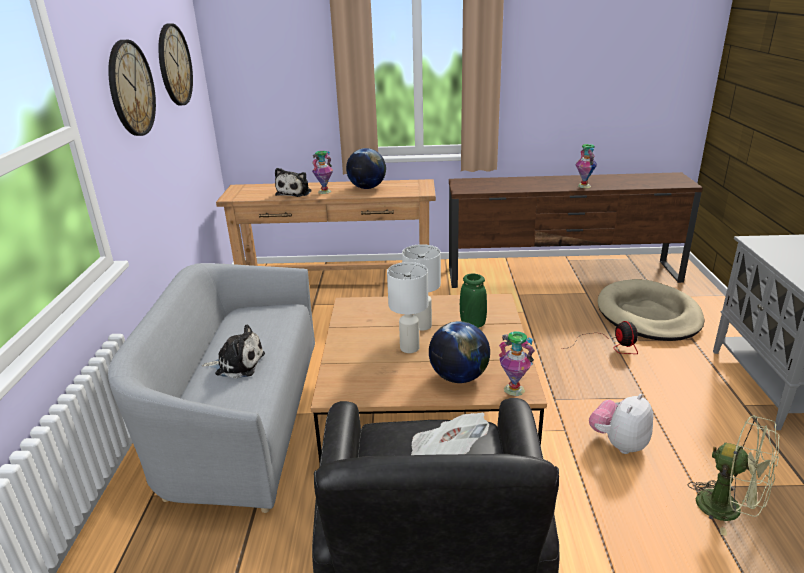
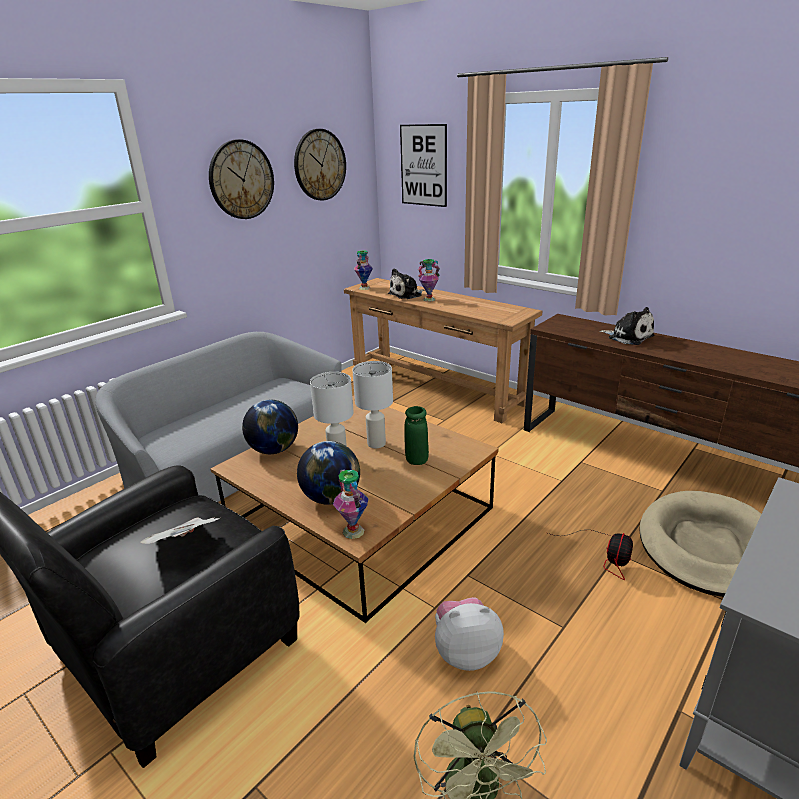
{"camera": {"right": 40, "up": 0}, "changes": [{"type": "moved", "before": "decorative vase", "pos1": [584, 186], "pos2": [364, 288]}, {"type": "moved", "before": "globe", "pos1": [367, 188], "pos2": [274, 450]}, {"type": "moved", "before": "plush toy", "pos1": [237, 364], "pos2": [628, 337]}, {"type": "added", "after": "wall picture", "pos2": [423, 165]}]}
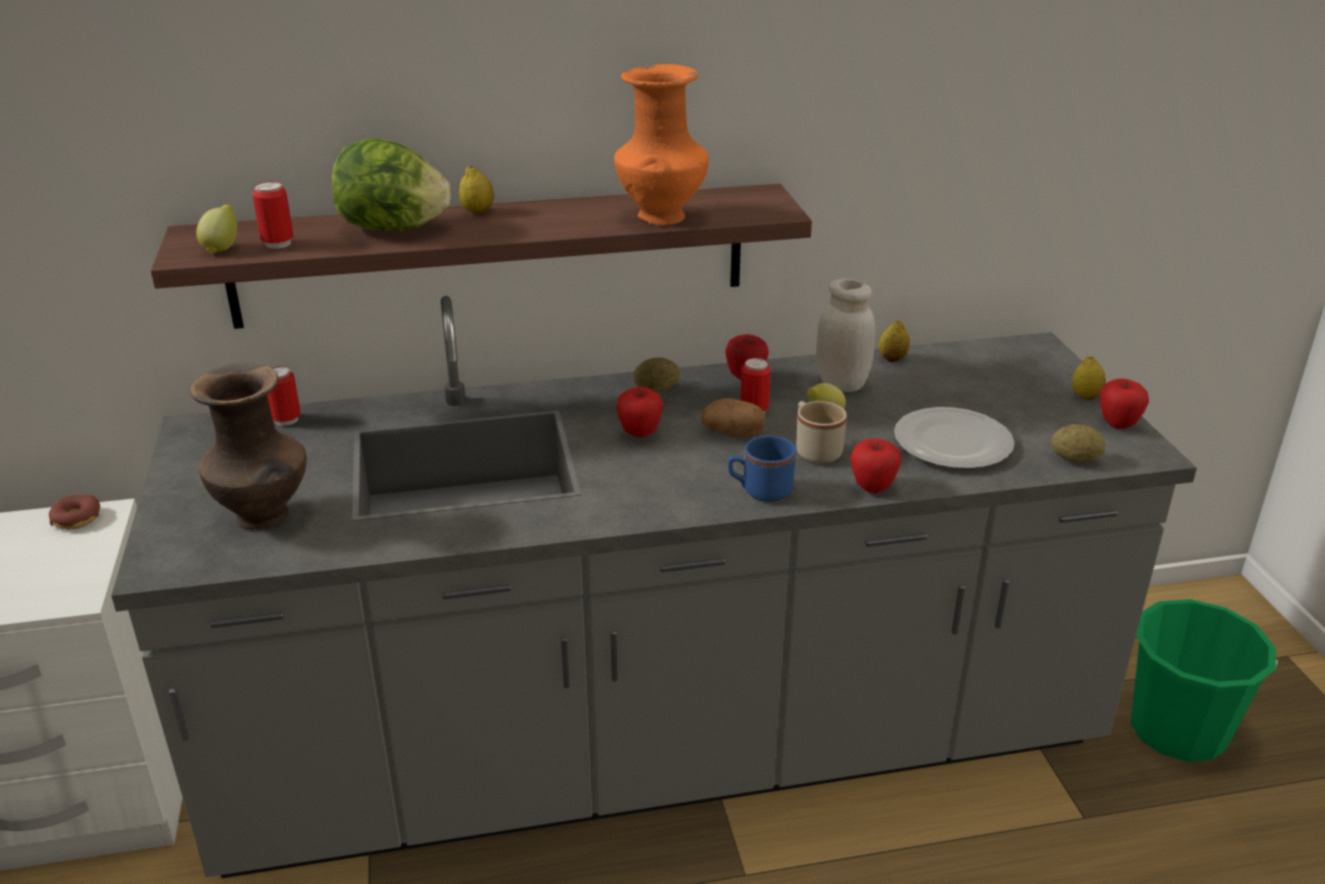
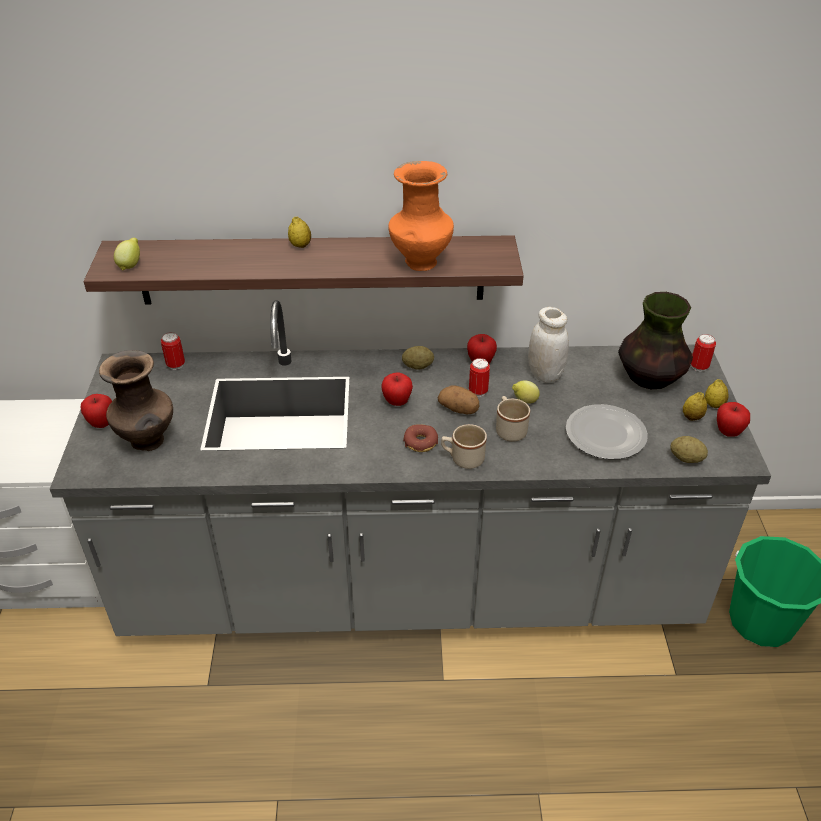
{"camera": {"right": 10, "up": 10}, "changes": [{"type": "removed", "before": "head of lettuce", "pos1": [393, 229]}, {"type": "moved", "before": "sealed can", "pos1": [278, 243], "pos2": [699, 367]}, {"type": "moved", "before": "citrus fruit", "pos1": [892, 359], "pos2": [692, 417]}, {"type": "recoloured", "before": "mug/blue", "after": "mug/sand-coloured", "pos1": [759, 491], "pos2": [462, 459]}, {"type": "moved", "before": "apple fruit", "pos1": [872, 487], "pos2": [102, 423]}, {"type": "moved", "before": "ring doughnut", "pos1": [77, 518], "pos2": [421, 442]}, {"type": "added", "after": "decorative vase", "pos2": [649, 378]}]}
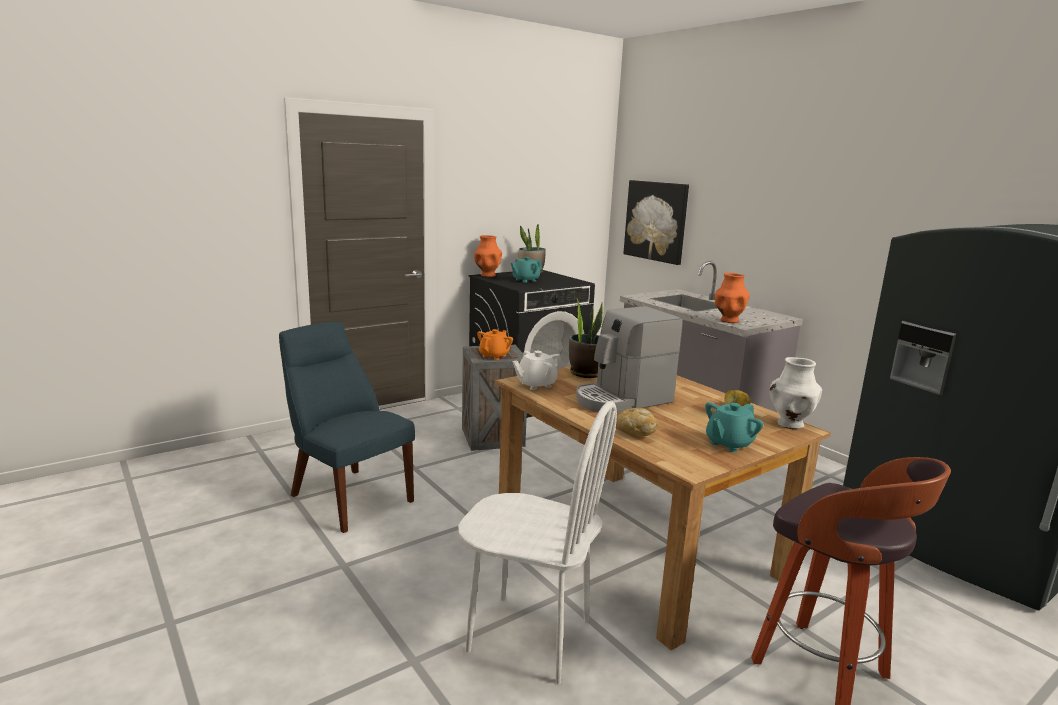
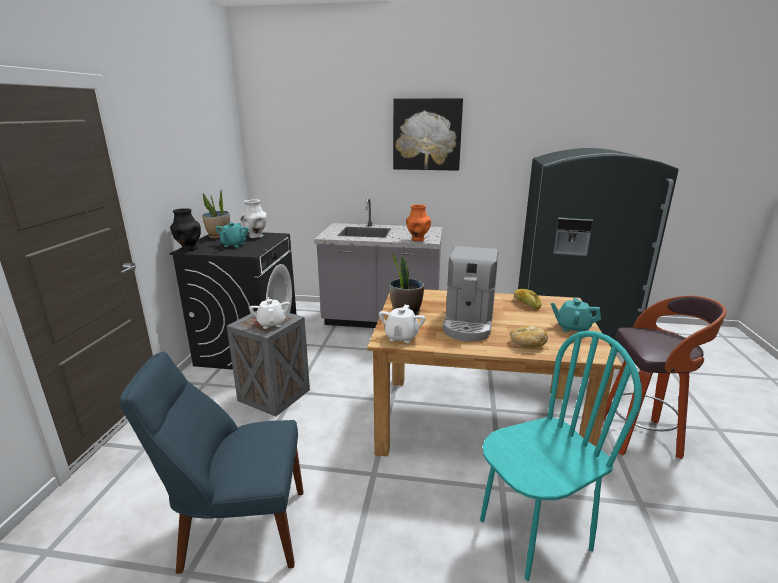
{"camera": {"right": -45, "up": 5}, "changes": [{"type": "moved", "before": "wall picture", "pos1": [656, 221], "pos2": [427, 134]}, {"type": "recoloured", "before": "decorative vase/orange-coloured", "after": "decorative vase/blackish", "pos1": [487, 275], "pos2": [189, 249]}, {"type": "recoloured", "before": "teapot/orange-coloured", "after": "teapot/white-coloured", "pos1": [494, 356], "pos2": [271, 323]}, {"type": "moved", "before": "decorative vase/white-coloured", "pos1": [790, 424], "pos2": [256, 236]}, {"type": "recoloured", "before": "upright chair/white-coloured", "after": "upright chair/turquoise-coloured", "pos1": [529, 636], "pos2": [534, 533]}, {"type": "turned", "before": "teapot/turquoise-coloured", "pos1": [729, 444], "pos2": [572, 328], "turn": 105}]}
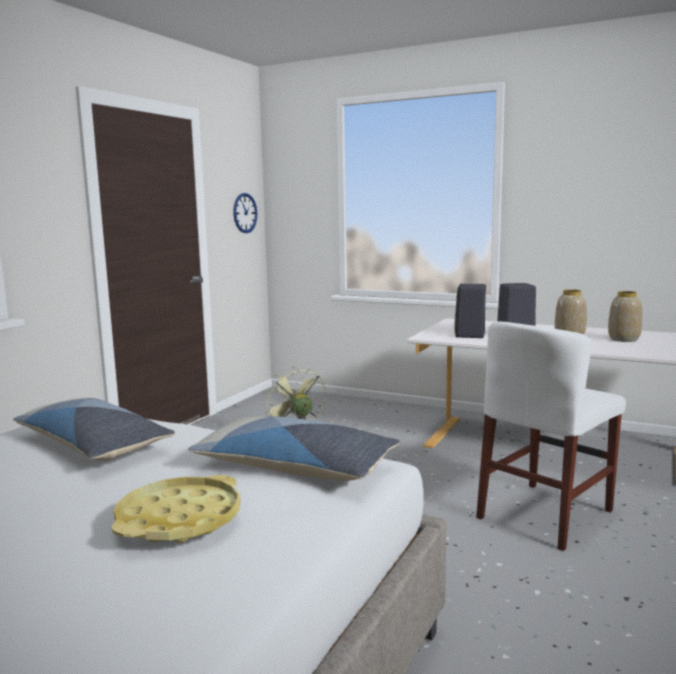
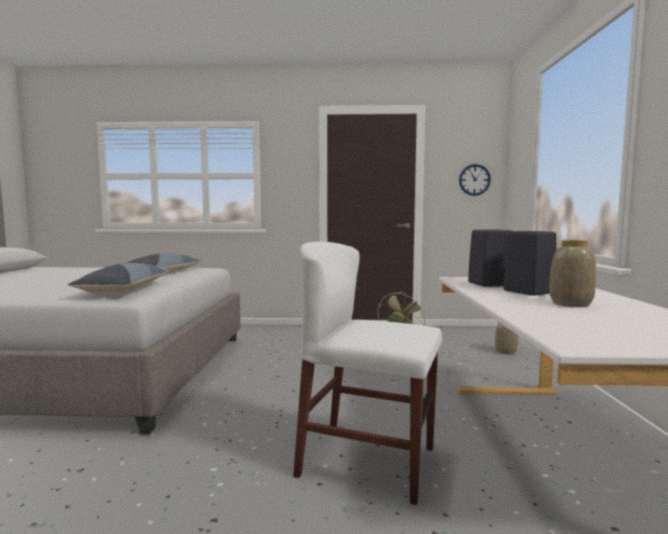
{"camera": {"right": 65, "up": -5}, "changes": [{"type": "moved", "before": "decorative vase", "pos1": [623, 339], "pos2": [505, 351]}, {"type": "removed", "before": "carrying tray/yellow-coloured", "pos1": [180, 519]}]}
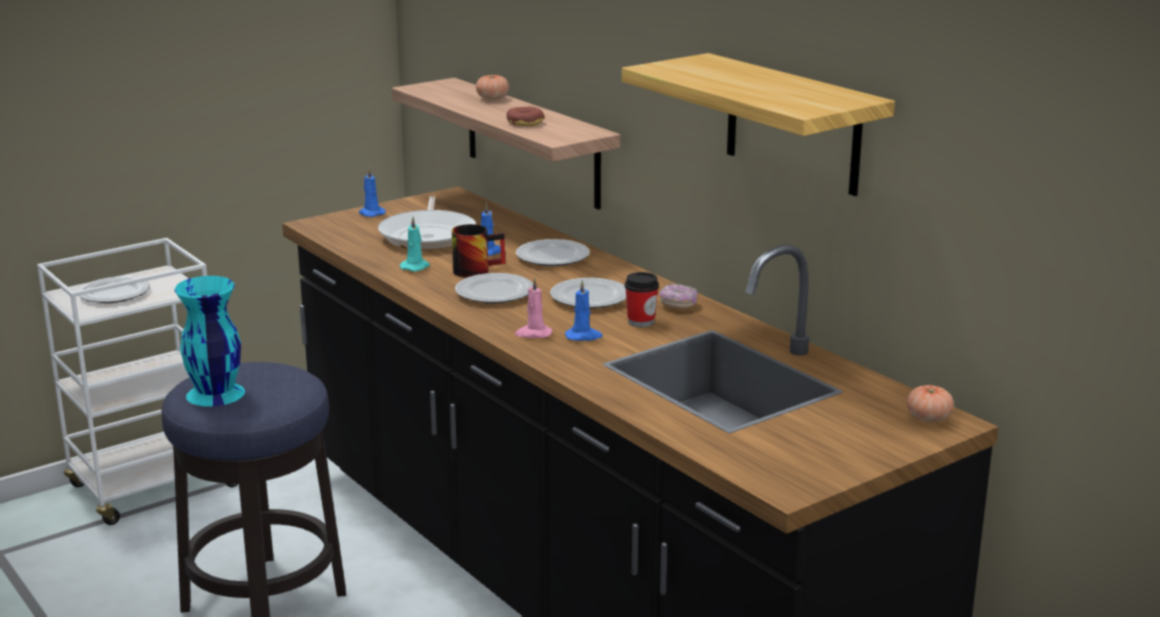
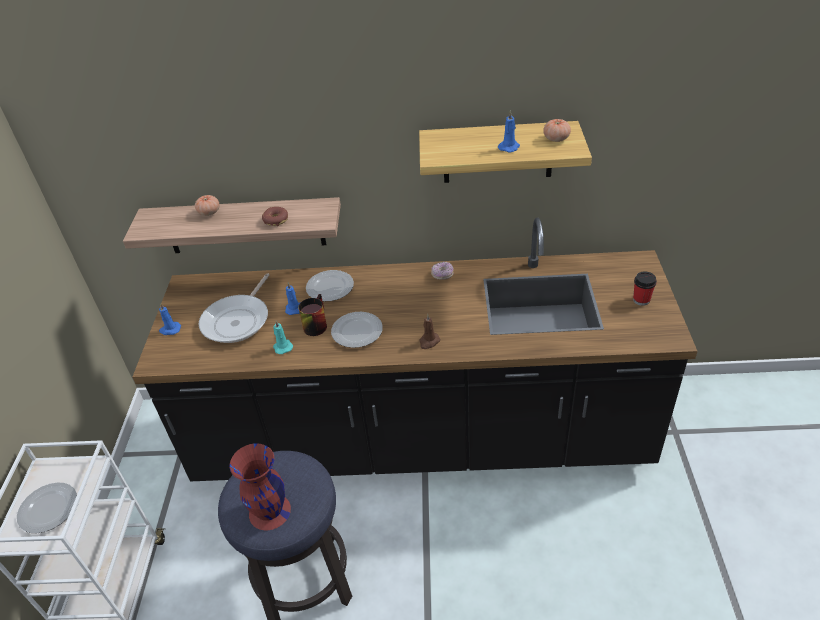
{"camera": {"right": -50, "up": 20}, "changes": [{"type": "turned", "before": "skillet", "pos1": [428, 235], "pos2": [238, 320], "turn": 75}, {"type": "moved", "before": "drinking cup", "pos1": [641, 322], "pos2": [641, 300]}, {"type": "recoloured", "before": "decorative vase/turquoise-coloured", "after": "decorative vase/red-coloured", "pos1": [214, 394], "pos2": [269, 512]}, {"type": "recoloured", "before": "wax light/pink-coloured", "after": "wax light/brown-coloured", "pos1": [533, 334], "pos2": [429, 342]}, {"type": "removed", "before": "plate", "pos1": [590, 298]}, {"type": "moved", "before": "wax light/blue", "pos1": [583, 336], "pos2": [509, 147]}, {"type": "moved", "before": "tomato", "pos1": [928, 418], "pos2": [556, 139]}]}
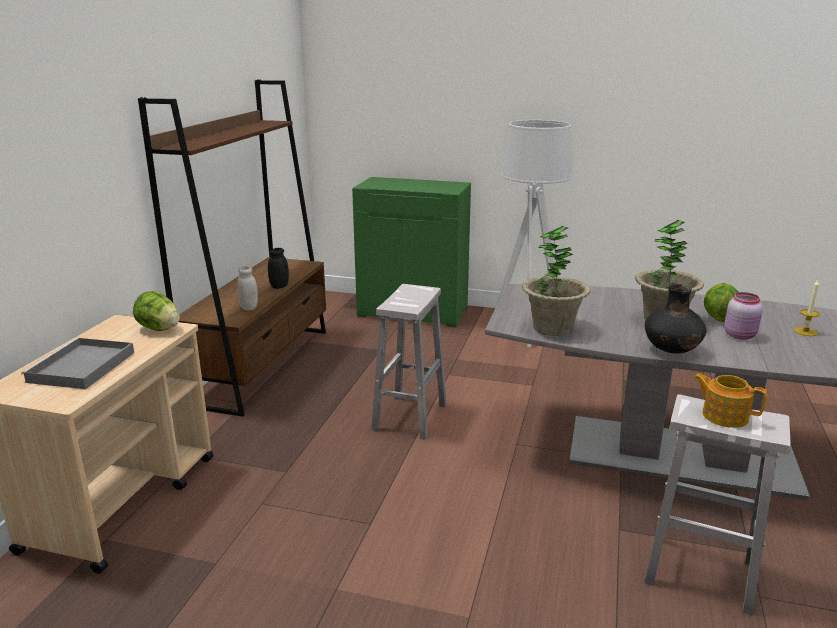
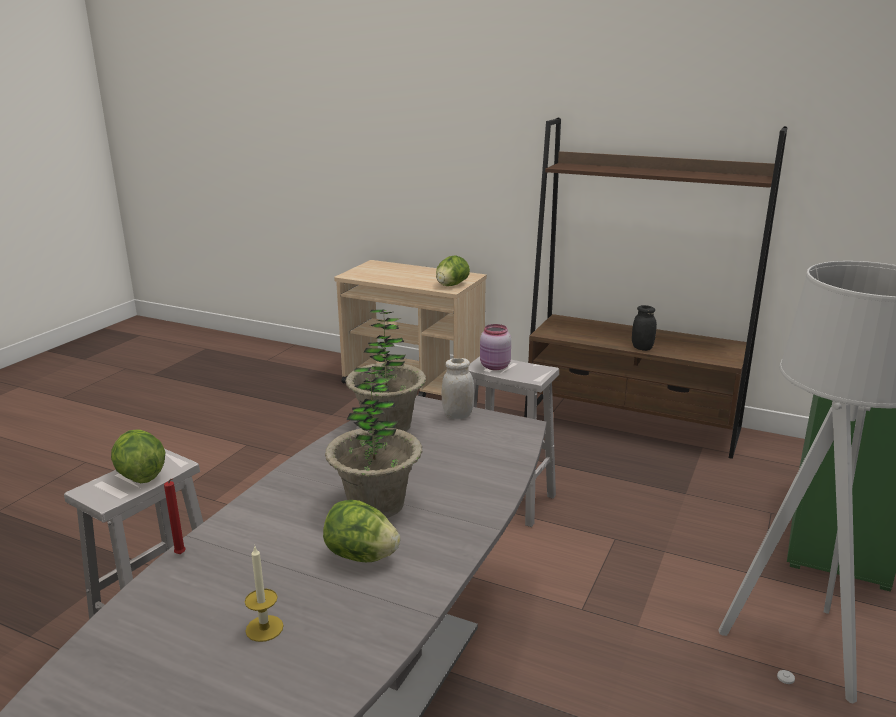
{"camera": {"right": 100, "up": 0}, "changes": [{"type": "moved", "before": "preserve jar/white-coloured", "pos1": [249, 307], "pos2": [457, 415]}, {"type": "removed", "before": "decorative vase/blackish", "pos1": [672, 350]}, {"type": "moved", "before": "preserve jar/pink-coloured", "pos1": [740, 335], "pos2": [495, 367]}, {"type": "removed", "before": "carrying tray/greyish", "pos1": [81, 368]}, {"type": "replaced", "before": "teapot", "after": "head of lettuce", "pos1": [724, 416], "pos2": [140, 476]}, {"type": "added", "after": "wax light/red-coloured", "pos2": [181, 555]}]}
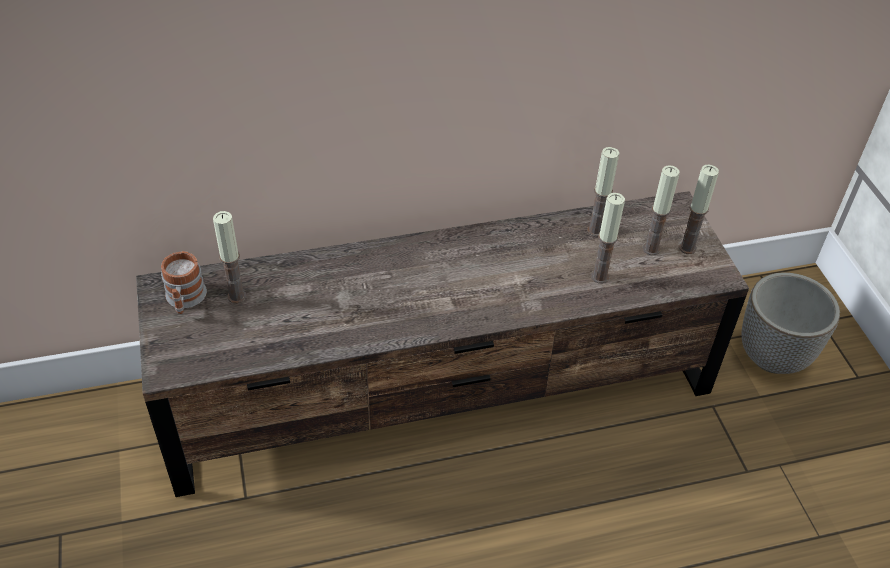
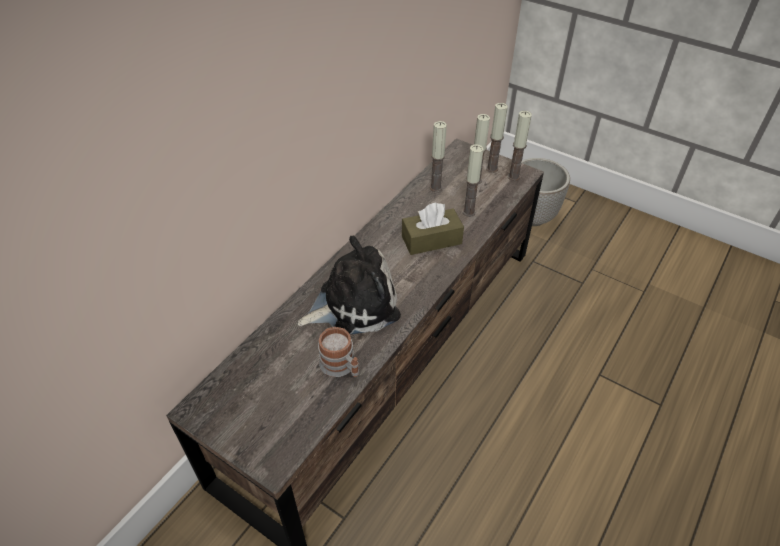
{"camera": {"right": -40, "up": 0}, "changes": [{"type": "moved", "before": "wax light", "pos1": [237, 296], "pos2": [513, 177]}, {"type": "moved", "before": "mug", "pos1": [185, 299], "pos2": [341, 366]}, {"type": "added", "after": "tissue box/brown-coloured", "pos2": [431, 240]}, {"type": "added", "after": "plush toy", "pos2": [353, 303]}]}
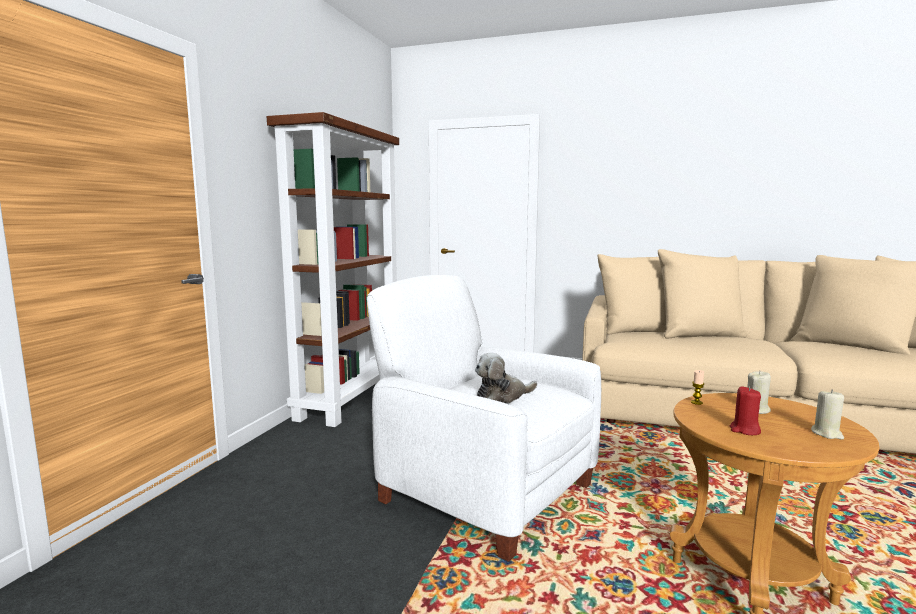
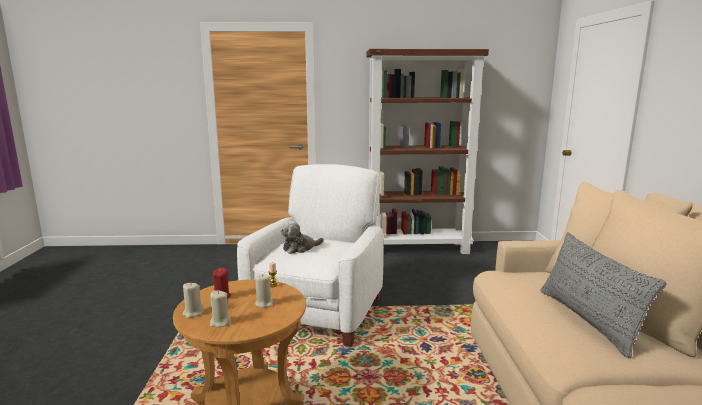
{"camera": {"right": 70, "up": 5}, "changes": [{"type": "turned", "before": "plush toy", "pos1": [502, 396], "pos2": [300, 248], "turn": -75}, {"type": "added", "after": "throw pillow/greyish", "pos2": [587, 320]}, {"type": "added", "after": "wax light/sand-coloured", "pos2": [193, 313]}]}
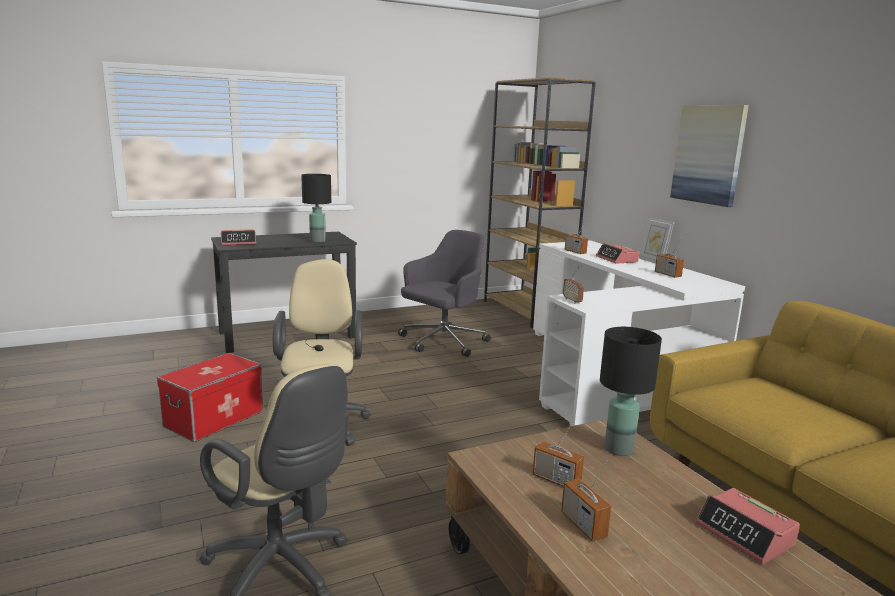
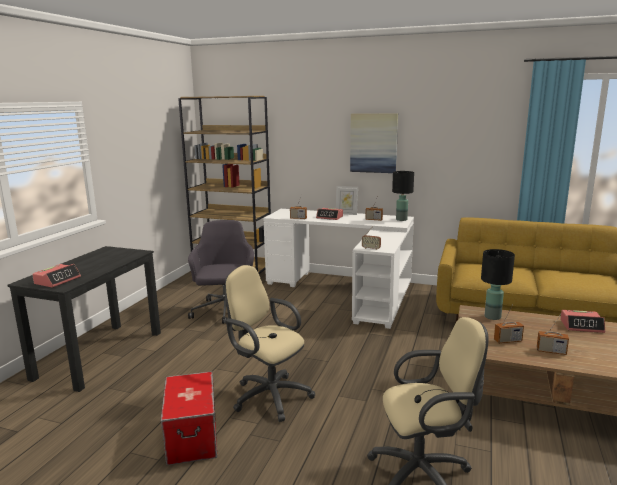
{"camera": {"right": -45, "up": 0}, "changes": [{"type": "moved", "before": "lamp for a table/blackish", "pos1": [318, 241], "pos2": [401, 219]}]}
